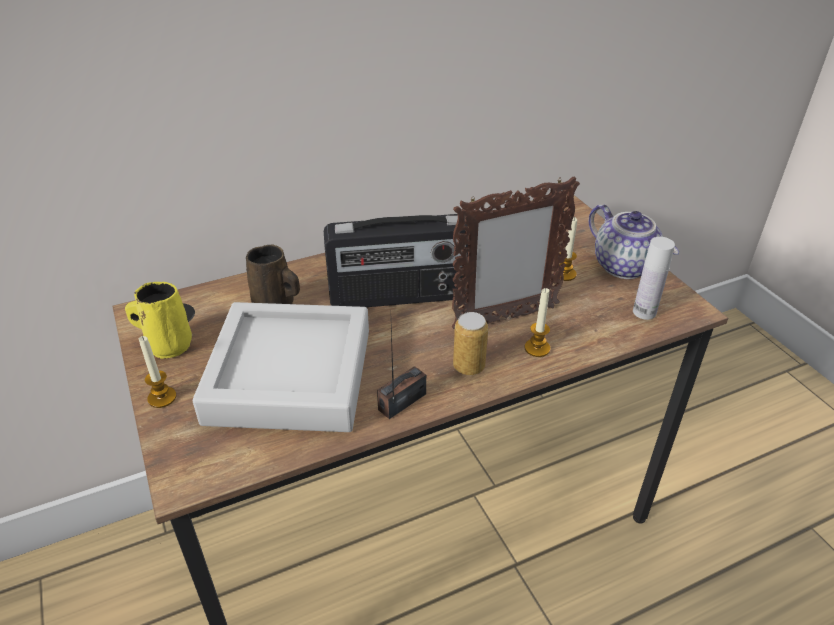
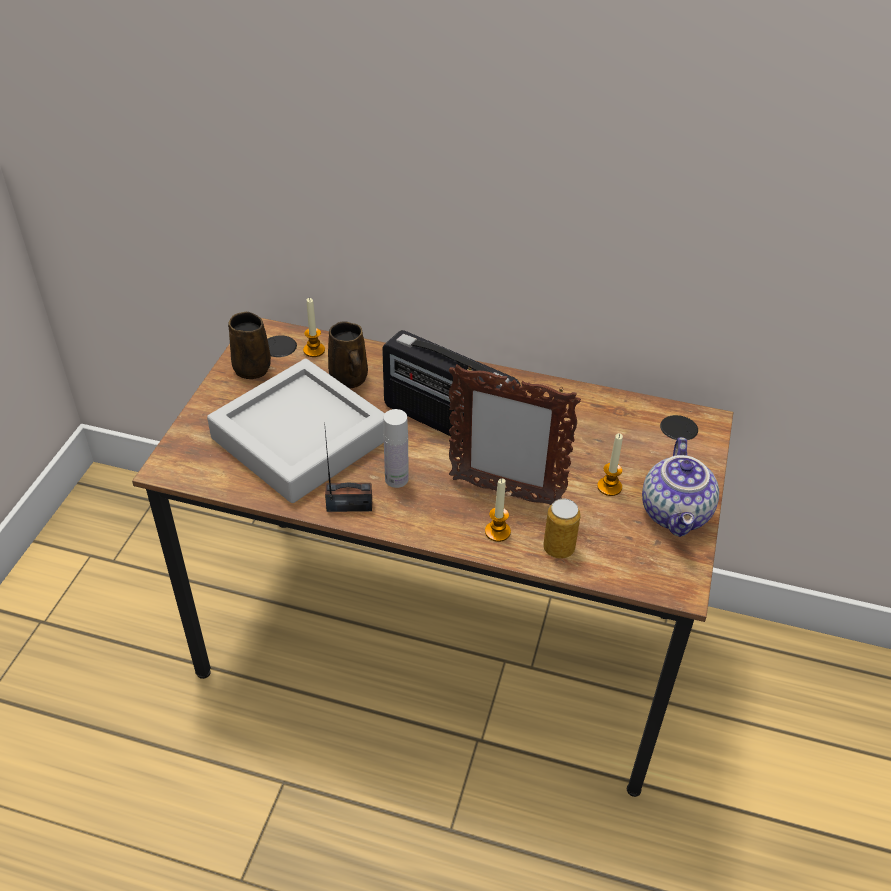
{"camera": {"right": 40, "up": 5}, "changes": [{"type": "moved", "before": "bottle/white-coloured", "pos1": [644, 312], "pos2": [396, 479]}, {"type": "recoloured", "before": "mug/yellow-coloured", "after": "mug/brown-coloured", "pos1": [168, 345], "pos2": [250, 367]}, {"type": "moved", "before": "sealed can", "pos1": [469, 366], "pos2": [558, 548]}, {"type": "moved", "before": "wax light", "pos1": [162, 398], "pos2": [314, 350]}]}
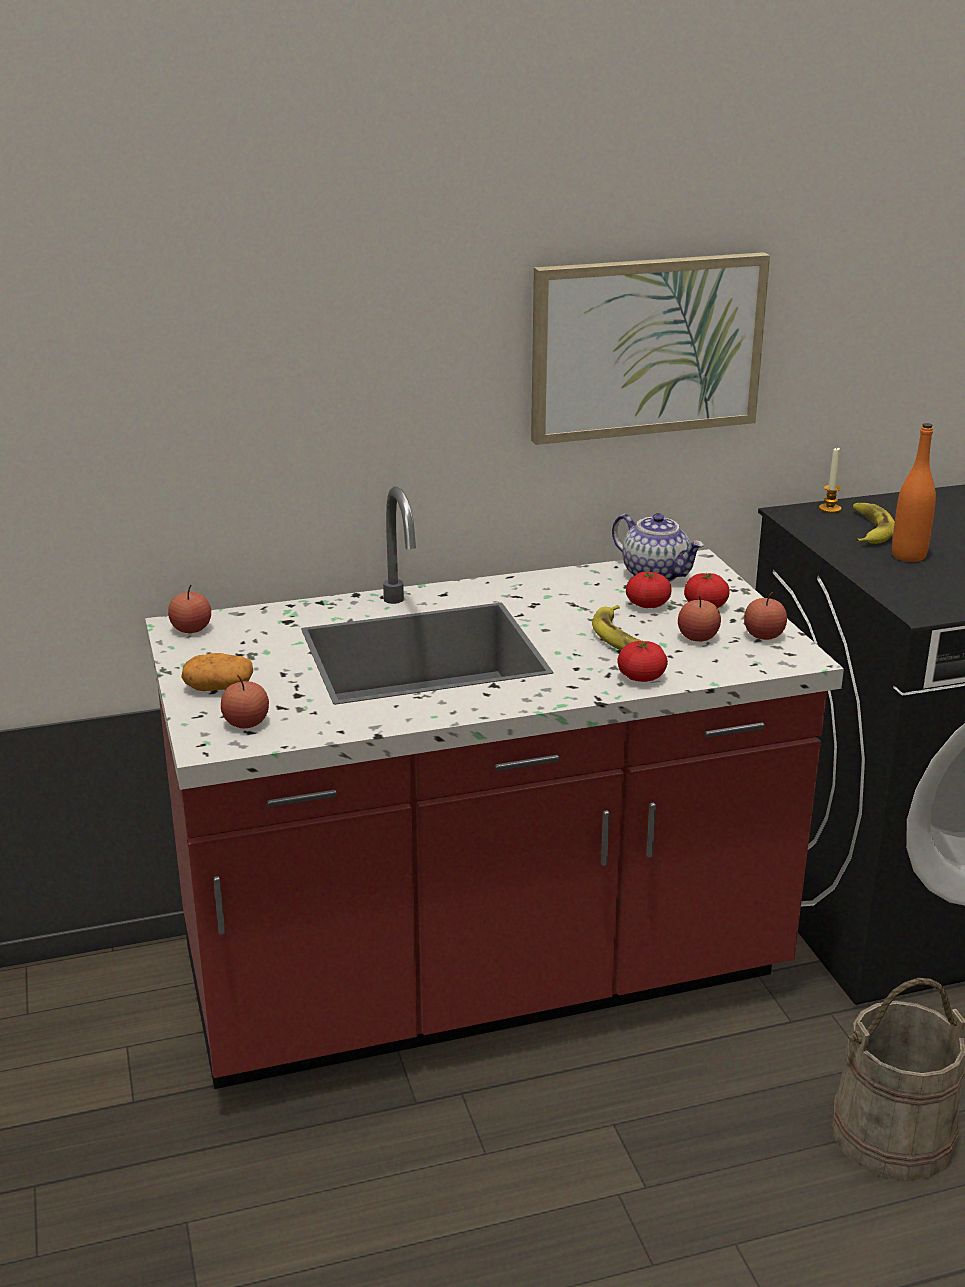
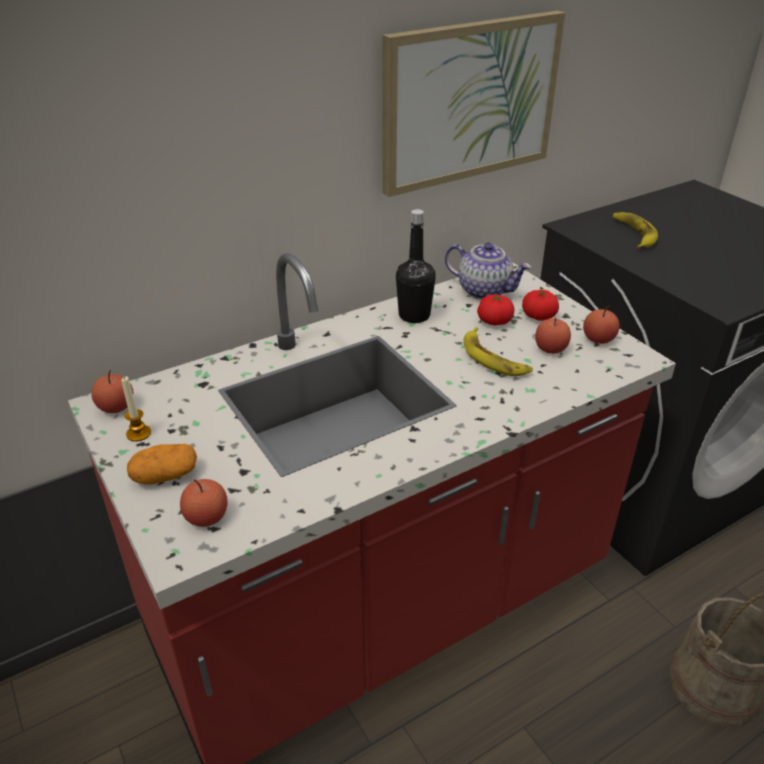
{"camera": {"right": -15, "up": 10}, "changes": [{"type": "removed", "before": "bottle/orange-coloured", "pos1": [908, 556]}, {"type": "moved", "before": "wax light", "pos1": [829, 509], "pos2": [138, 433]}, {"type": "removed", "before": "tomato", "pos1": [641, 677]}, {"type": "added", "after": "bottle/blackish", "pos2": [414, 315]}]}
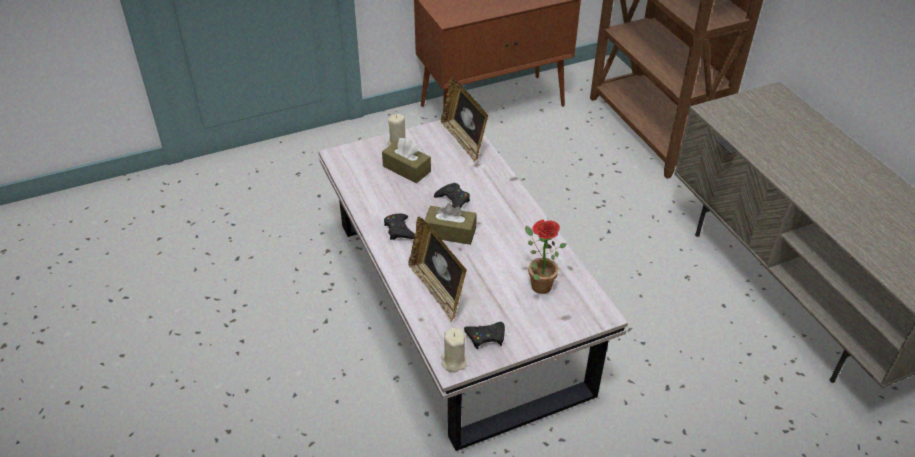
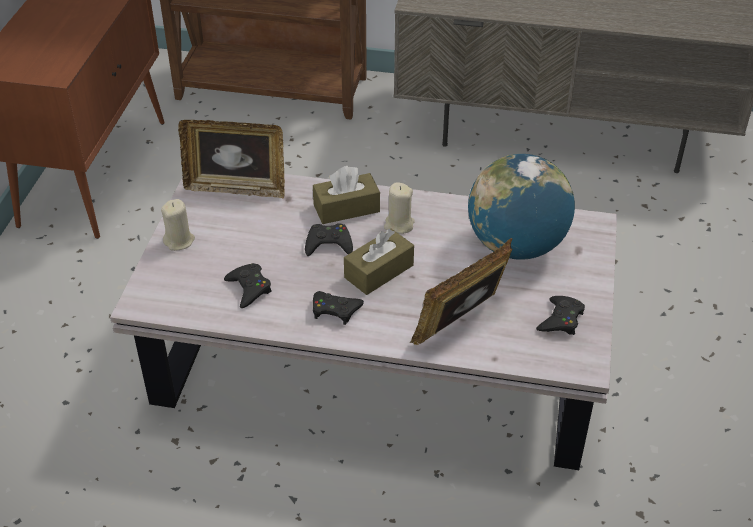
{"camera": {"right": -55, "up": 0}, "changes": [{"type": "moved", "before": "tissue box/brown-coloured", "pos1": [406, 169], "pos2": [346, 208]}, {"type": "turned", "before": "photo frame", "pos1": [437, 290], "pos2": [461, 324], "turn": 135}, {"type": "replaced", "before": "houseplant", "after": "globe", "pos1": [537, 284], "pos2": [516, 246]}, {"type": "moved", "before": "wax light/sand-coloured", "pos1": [453, 362], "pos2": [399, 225]}, {"type": "added", "after": "game controller/blackish", "pos2": [249, 288]}]}
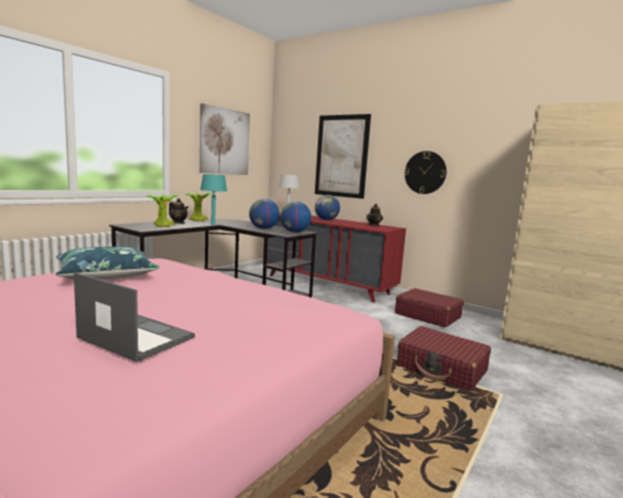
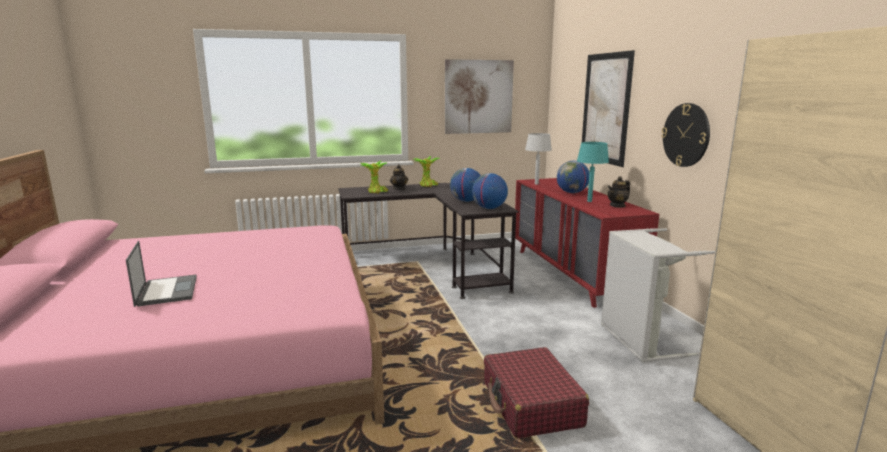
{"camera": {"right": 40, "up": 5}, "changes": [{"type": "moved", "before": "lamp for a table/turquoise-coloured", "pos1": [213, 225], "pos2": [589, 201]}, {"type": "removed", "before": "throw pillow/blue", "pos1": [106, 275]}, {"type": "replaced", "before": "travel case/red-coloured", "after": "laundry basket/greyish", "pos1": [427, 315], "pos2": [639, 341]}]}
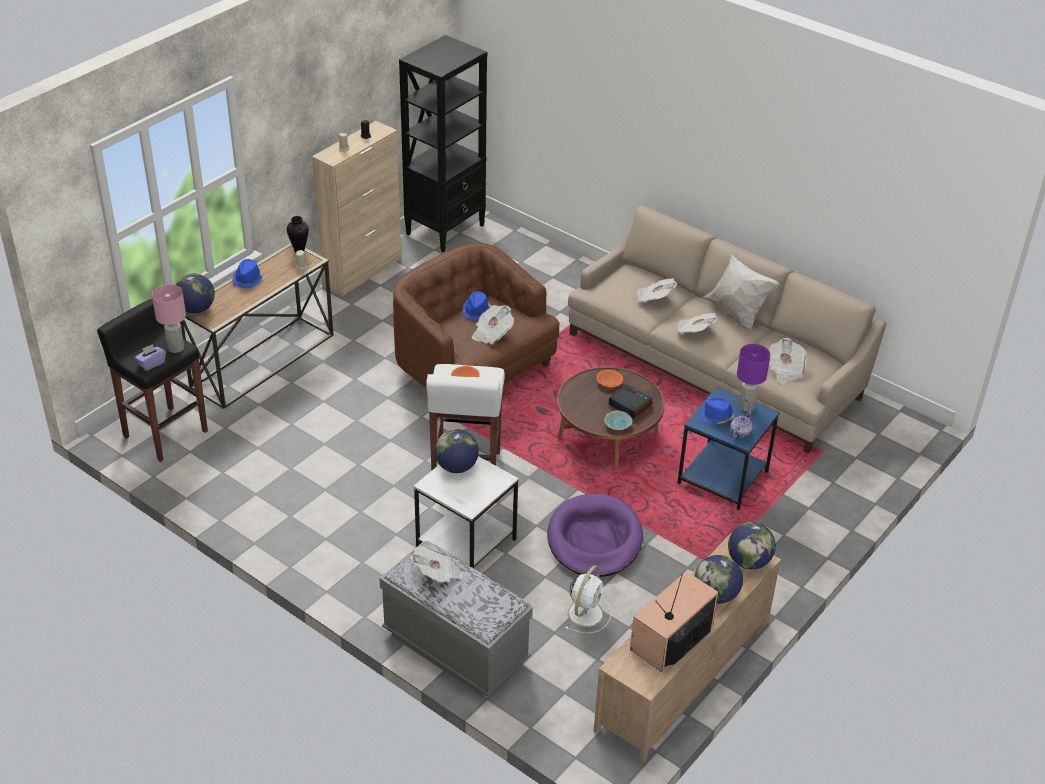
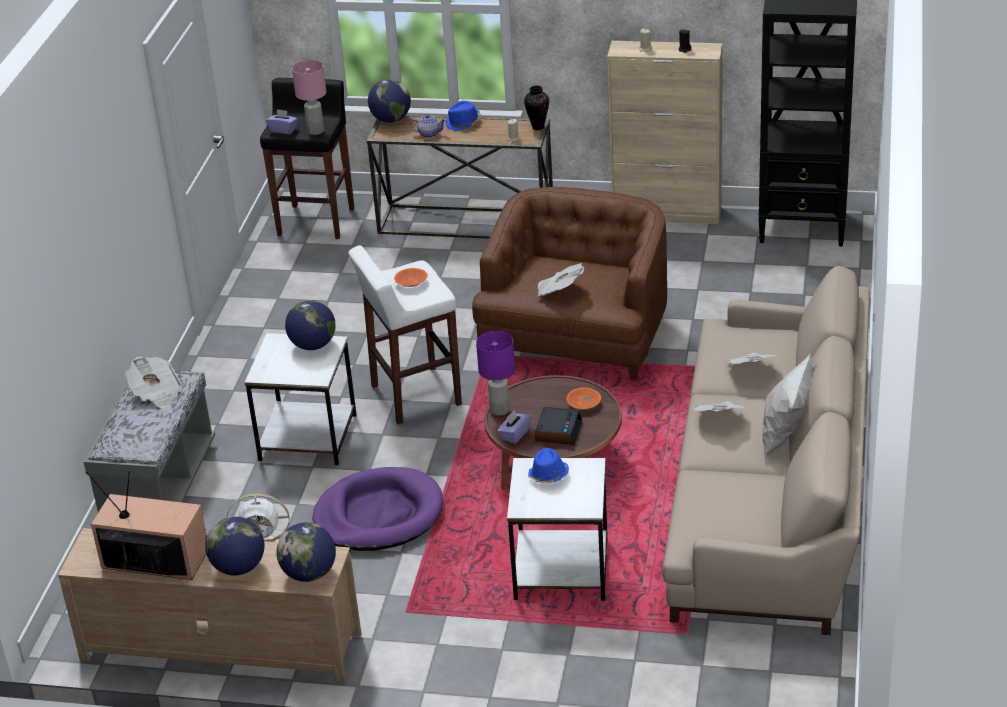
{"camera": {"right": 65, "up": -5}, "changes": [{"type": "removed", "before": "wearable hat/blue", "pos1": [477, 311]}, {"type": "removed", "before": "newspaper", "pos1": [785, 370]}, {"type": "moved", "before": "lamp for a table/purple", "pos1": [746, 406], "pos2": [499, 410]}, {"type": "recoloured", "before": "accent table/blue", "after": "accent table/white-coloured", "pos1": [721, 478], "pos2": [560, 569]}, {"type": "replaced", "before": "serving bowl/turquoise-coloured", "after": "tissue box/purple", "pos1": [618, 425], "pos2": [514, 435]}, {"type": "moved", "before": "teapot", "pos1": [740, 433], "pos2": [428, 134]}]}
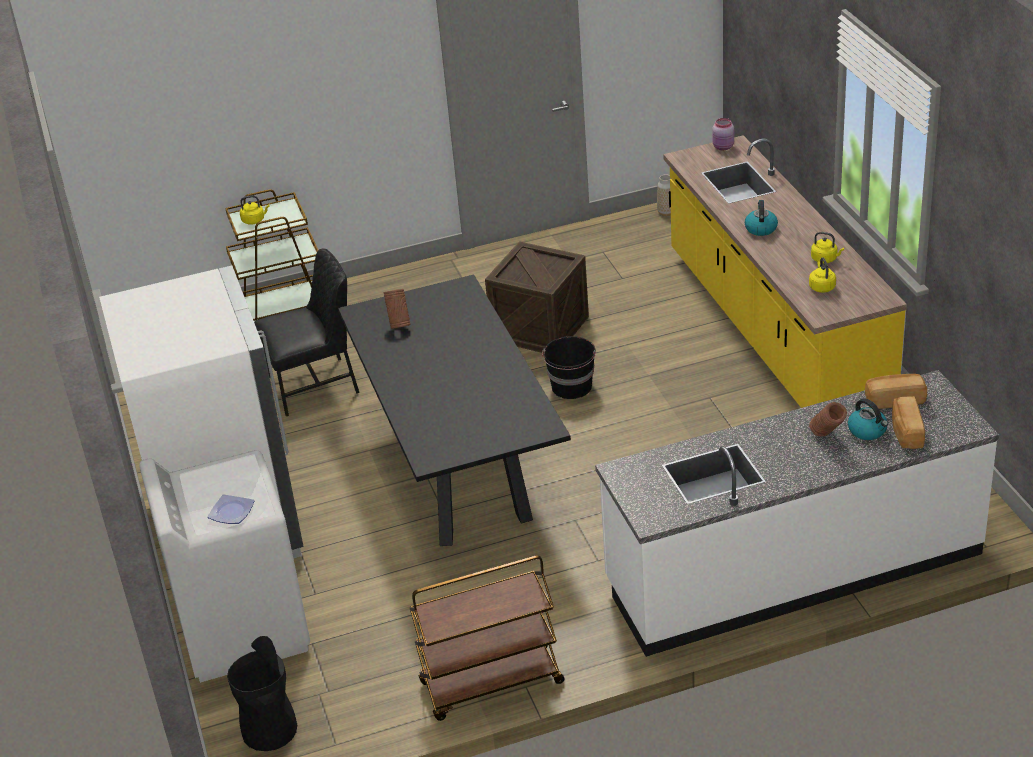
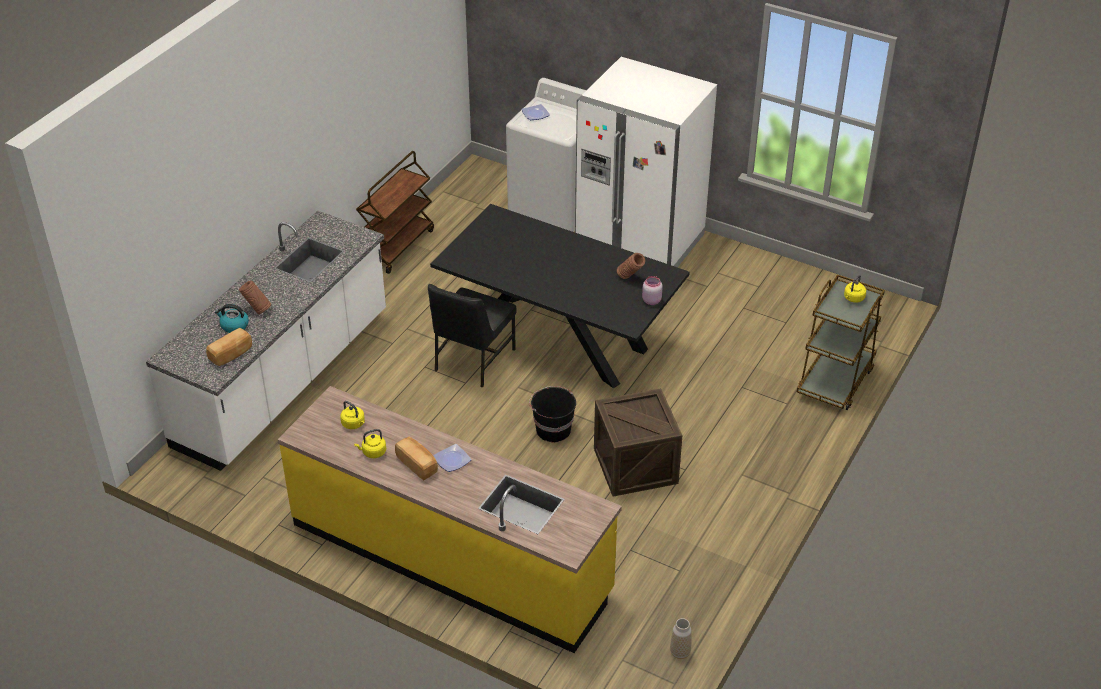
{"camera": {"right": 135, "up": 5}, "changes": [{"type": "moved", "before": "preserve jar/pink-coloured", "pos1": [723, 147], "pos2": [651, 300]}, {"type": "replaced", "before": "kettle", "after": "plate", "pos1": [760, 228], "pos2": [452, 459]}, {"type": "moved", "before": "upright chair/blackish", "pos1": [315, 385], "pos2": [473, 360]}, {"type": "moved", "before": "bakery bread", "pos1": [906, 432], "pos2": [417, 464]}, {"type": "removed", "before": "waste bin/blackish", "pos1": [269, 729]}]}
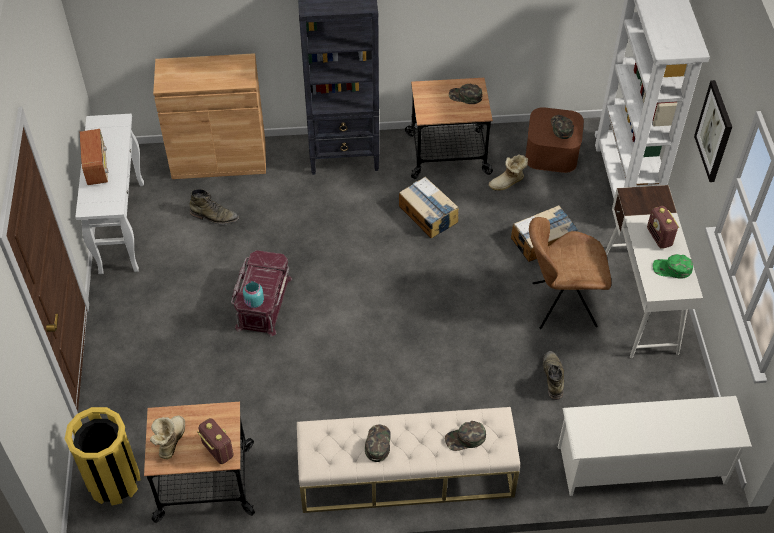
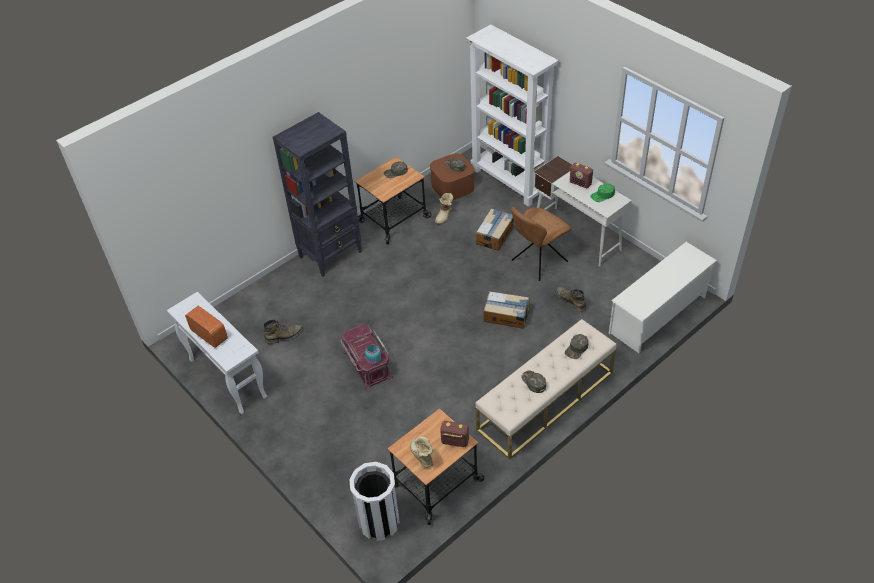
{"camera": {"right": -35, "up": -5}, "changes": [{"type": "removed", "before": "storage cabinet/brown-coloured", "pos1": [219, 159]}, {"type": "removed", "before": "wall picture", "pos1": [714, 131]}, {"type": "moved", "before": "cardboard box", "pos1": [428, 214], "pos2": [506, 315]}, {"type": "recoloured", "before": "waste bin/yellow-coloured", "after": "waste bin/white-coloured", "pos1": [114, 481], "pos2": [379, 522]}]}
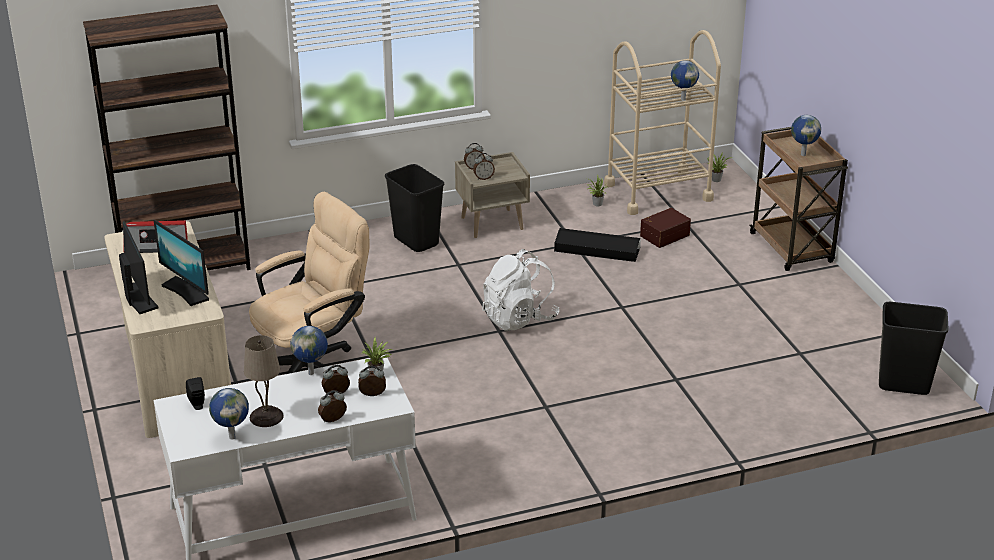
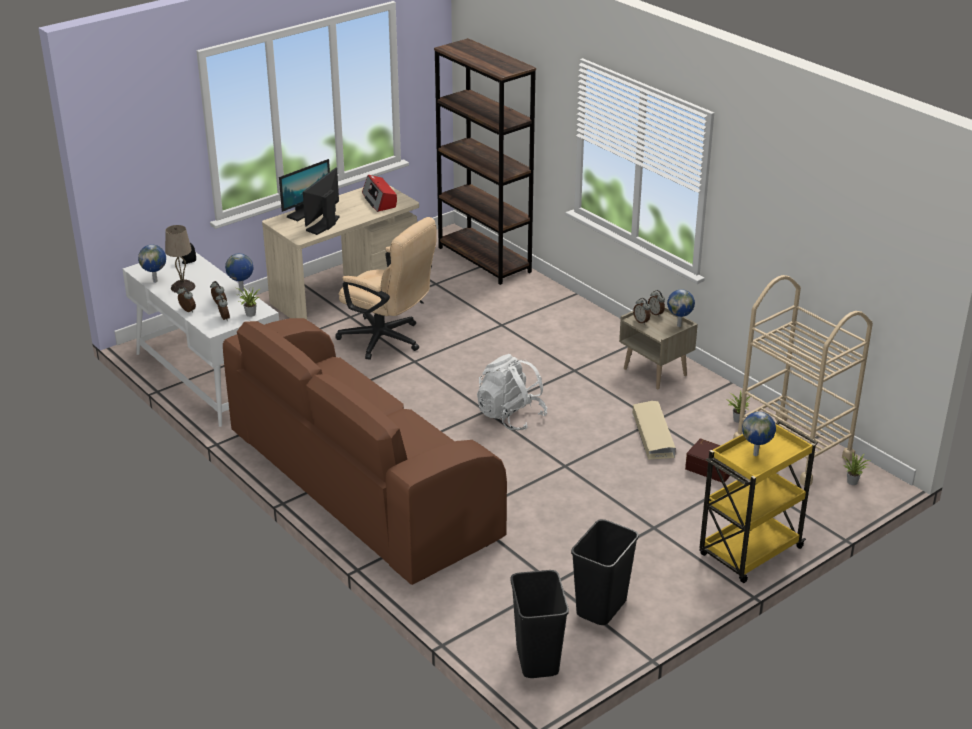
{"camera": {"right": 70, "up": 0}, "changes": [{"type": "moved", "before": "globe", "pos1": [682, 99], "pos2": [679, 325]}, {"type": "recoloured", "before": "wheeled cart/brown-coloured", "after": "wheeled cart/yellow-coloured", "pos1": [792, 249], "pos2": [749, 552]}, {"type": "moved", "before": "waste bin/blackish", "pos1": [417, 241], "pos2": [602, 608]}, {"type": "recoloured", "before": "storage container/blackish", "after": "storage container/sand-coloured", "pos1": [596, 250], "pos2": [653, 434]}, {"type": "added", "after": "sofa/brown-coloured", "pos2": [361, 485]}]}
